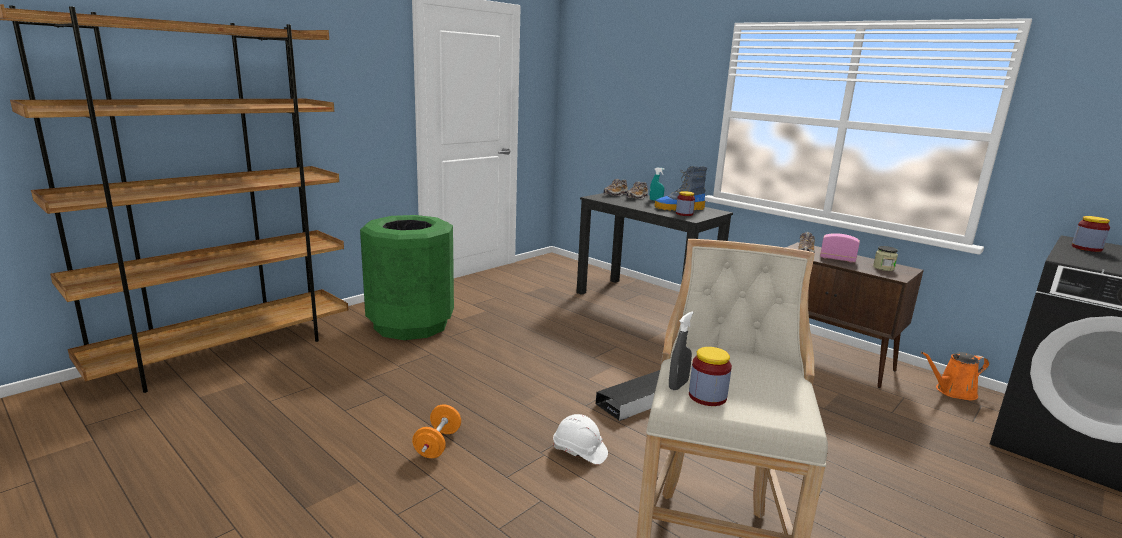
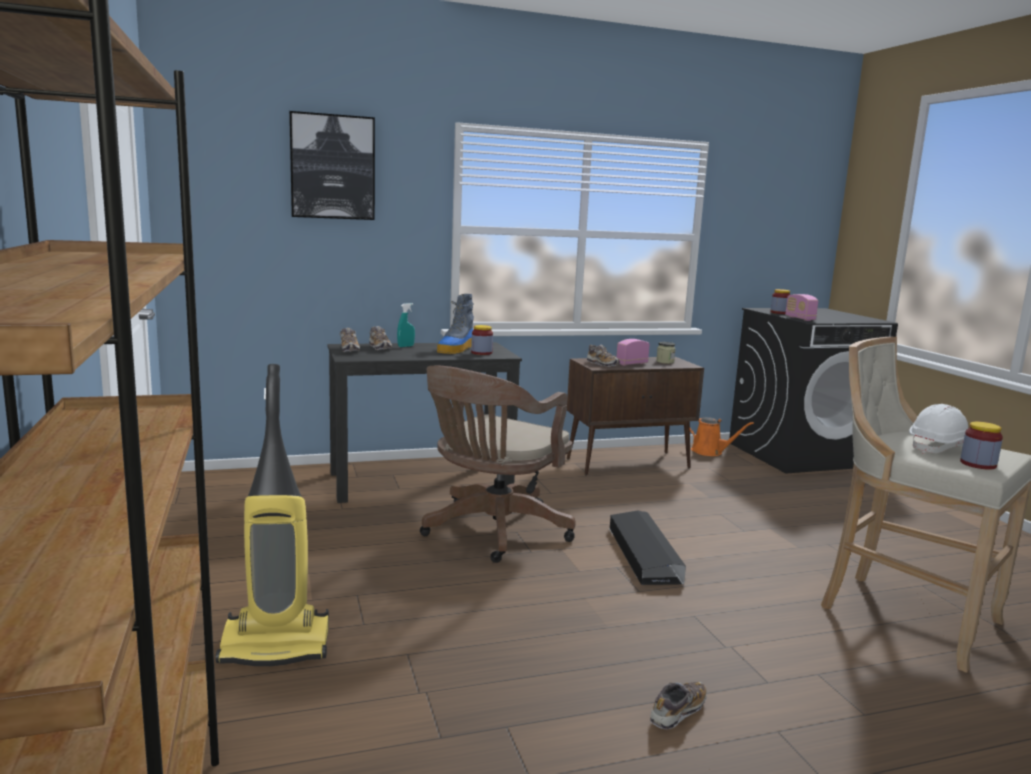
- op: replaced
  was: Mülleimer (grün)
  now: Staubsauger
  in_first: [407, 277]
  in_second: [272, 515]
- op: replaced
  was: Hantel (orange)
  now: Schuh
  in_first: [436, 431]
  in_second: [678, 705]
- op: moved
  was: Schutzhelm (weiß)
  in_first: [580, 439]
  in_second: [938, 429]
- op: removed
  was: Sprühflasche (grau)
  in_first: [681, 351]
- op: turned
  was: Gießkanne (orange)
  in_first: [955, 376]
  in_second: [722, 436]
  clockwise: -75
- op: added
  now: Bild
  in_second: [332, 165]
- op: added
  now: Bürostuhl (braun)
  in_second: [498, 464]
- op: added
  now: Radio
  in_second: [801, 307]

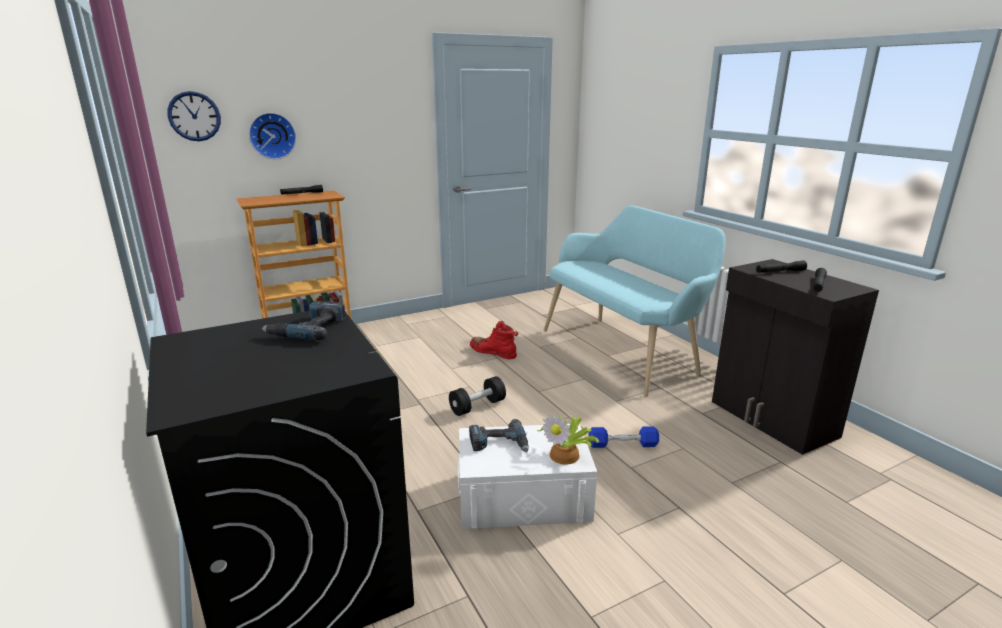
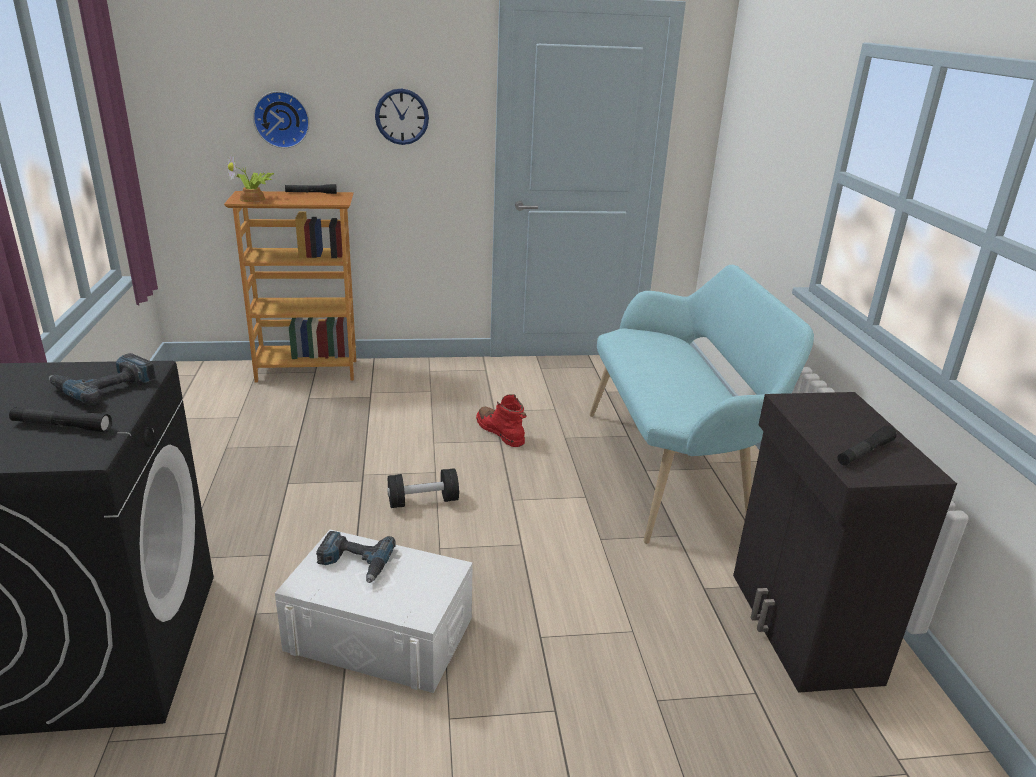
- op: moved
  was: Wanduhr
  in_first: [194, 116]
  in_second: [402, 116]
- op: moved
  was: Topfpflanze
  in_first: [568, 439]
  in_second: [250, 177]
- op: removed
  was: Hantel (blau)
  in_first: [623, 437]
- op: moved
  was: Taschenlampe (schwarz)
  in_first: [781, 266]
  in_second: [60, 419]

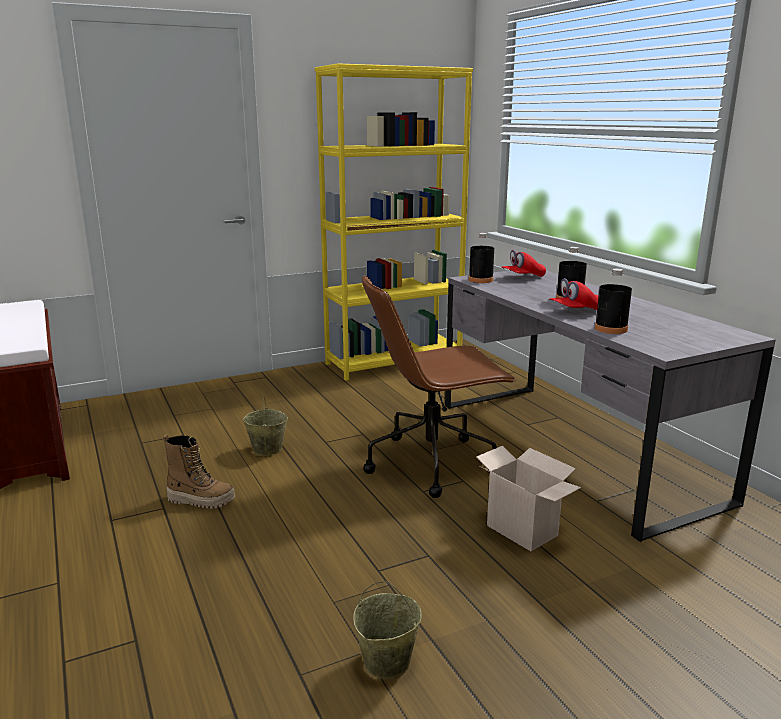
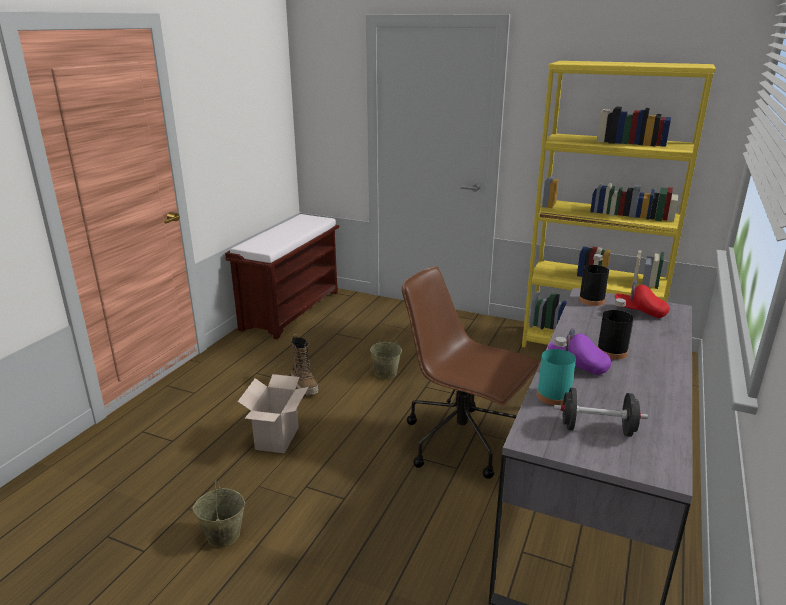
- op: moved
  was: Karton
  in_first: [529, 498]
  in_second: [273, 413]
- op: recoloured
  was: Kappe (rot)
  now: Kappe (lila)
  in_first: [574, 294]
  in_second: [579, 351]
- op: recoloured
  was: Flasche (schwarz)
  now: Flasche (türkis)
  in_first: [613, 301]
  in_second: [556, 371]
- op: added
  now: Hantel (schwarz)
  in_second: [601, 412]

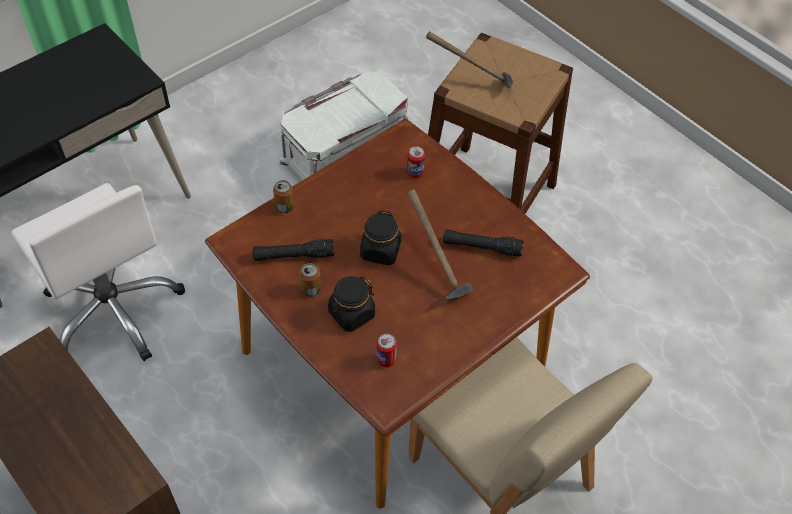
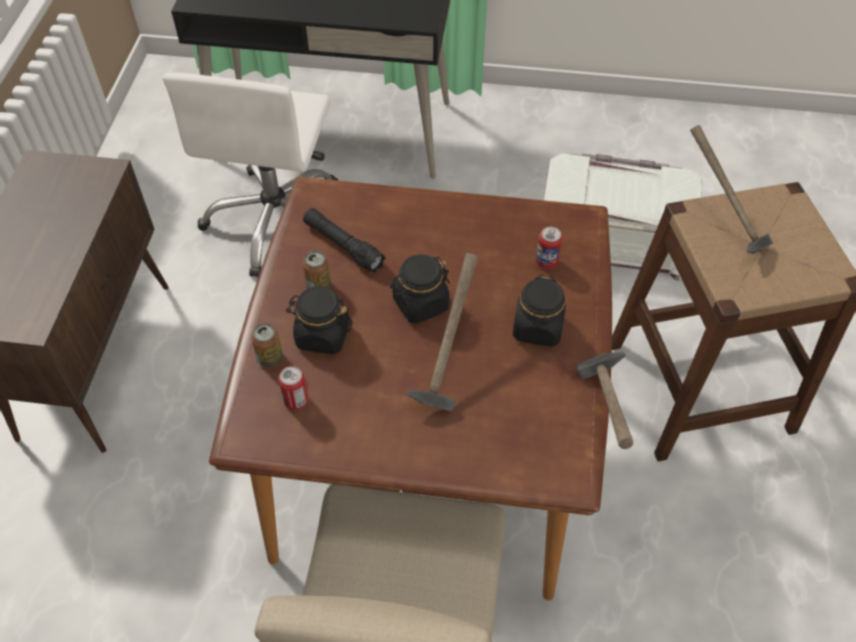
- op: moved
  was: Dose
  in_first: [283, 196]
  in_second: [267, 345]
- op: removed
  was: Taschenlampe (schwarz)
  in_first: [483, 243]
- op: added
  now: Vorratsglas (schwarz)
  in_second: [539, 311]
- op: added
  now: Hammer
  in_second: [605, 400]

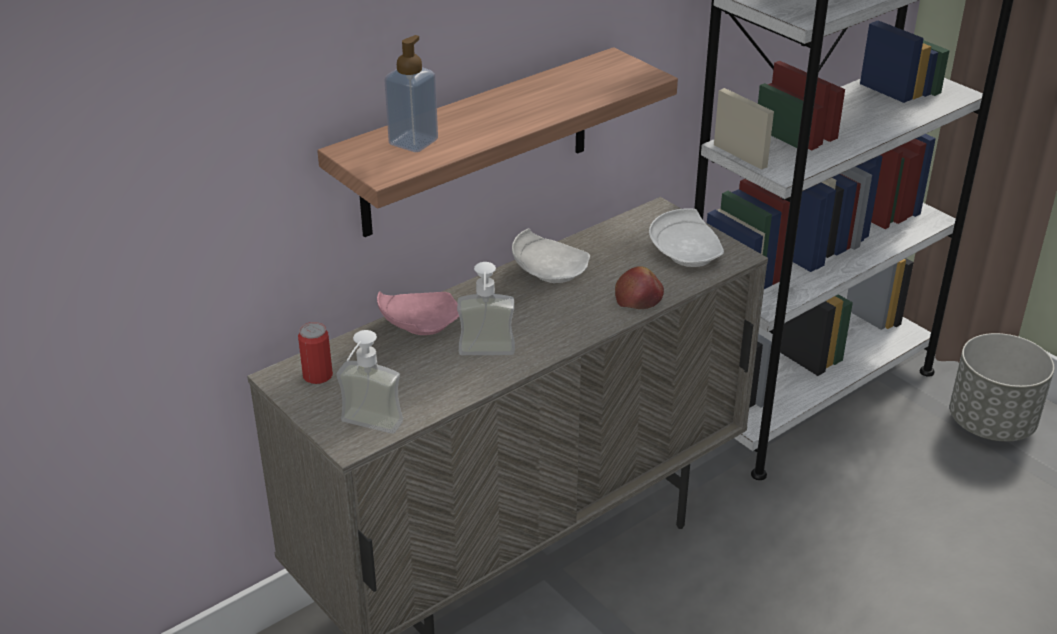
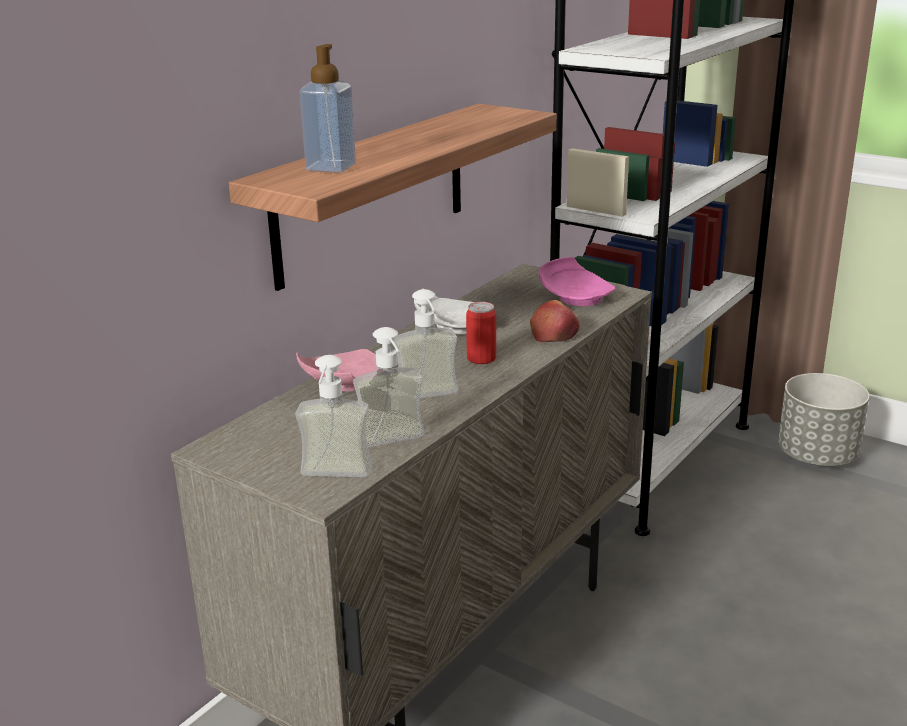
- op: moved
  was: Dose
  in_first: [315, 353]
  in_second: [481, 333]
- op: recoloured
  was: Teller (weiß)
  now: Teller (rosa)
  in_first: [686, 237]
  in_second: [577, 281]
- op: added
  now: Seifenspender
  in_second: [389, 387]

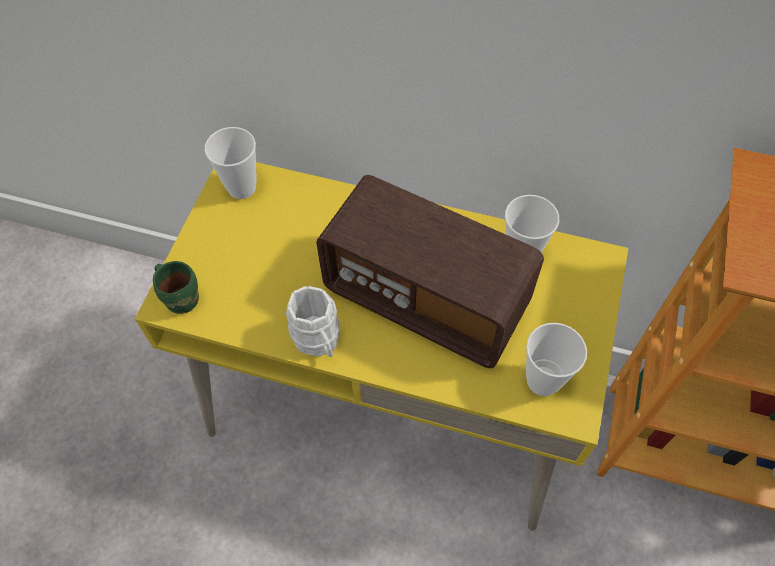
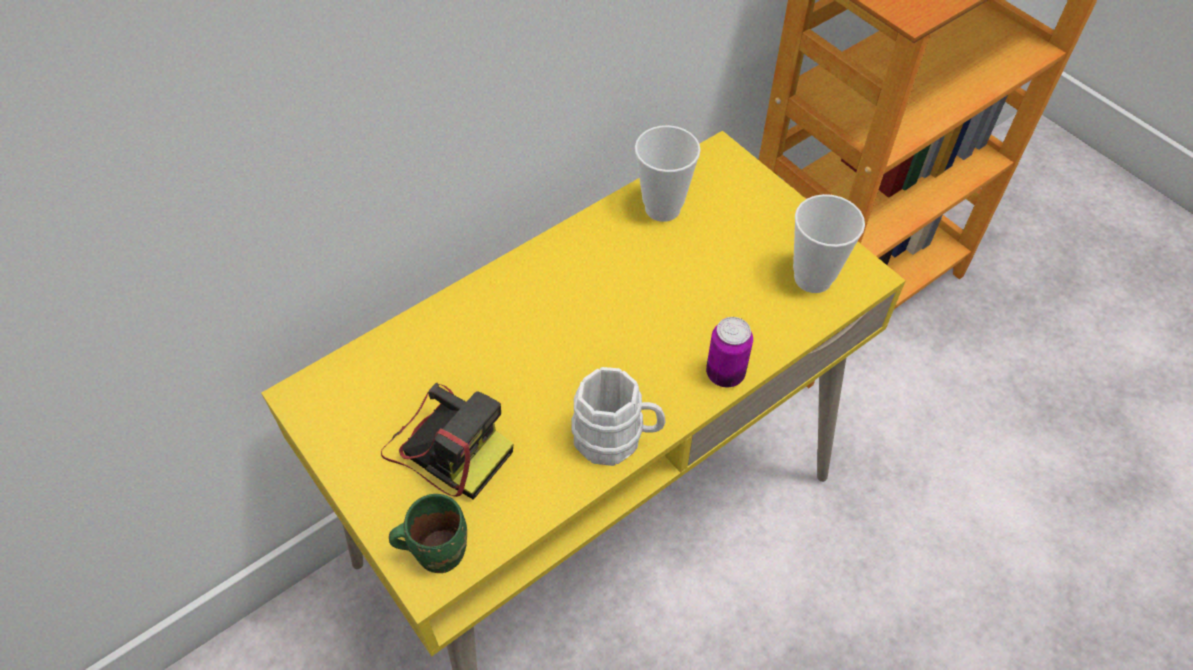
- op: removed
  was: Tasse
  in_first: [231, 163]
- op: removed
  was: Radio
  in_first: [430, 271]
- op: added
  now: Kamera
  in_second: [447, 441]
- op: added
  now: Dose
  in_second: [729, 352]

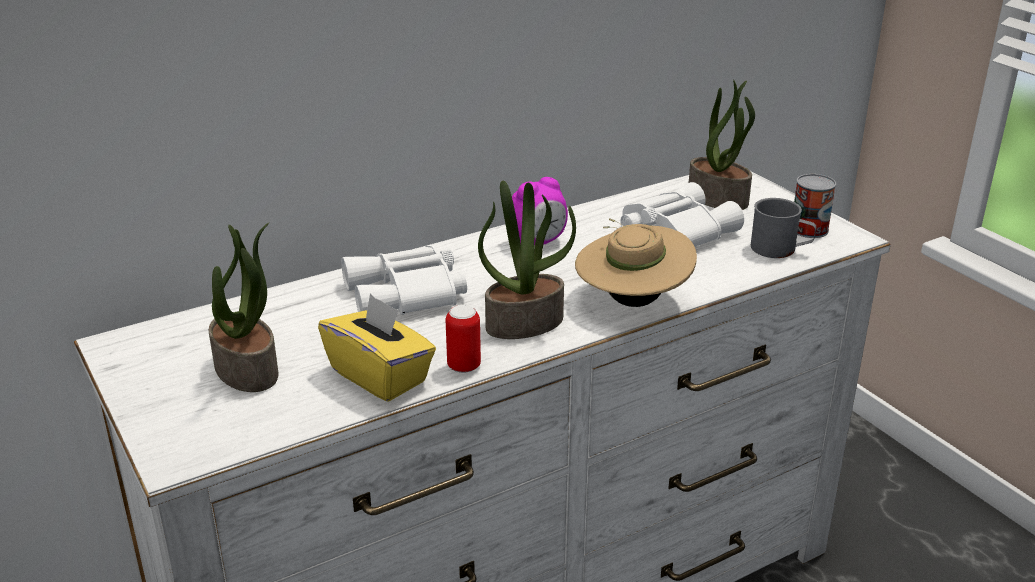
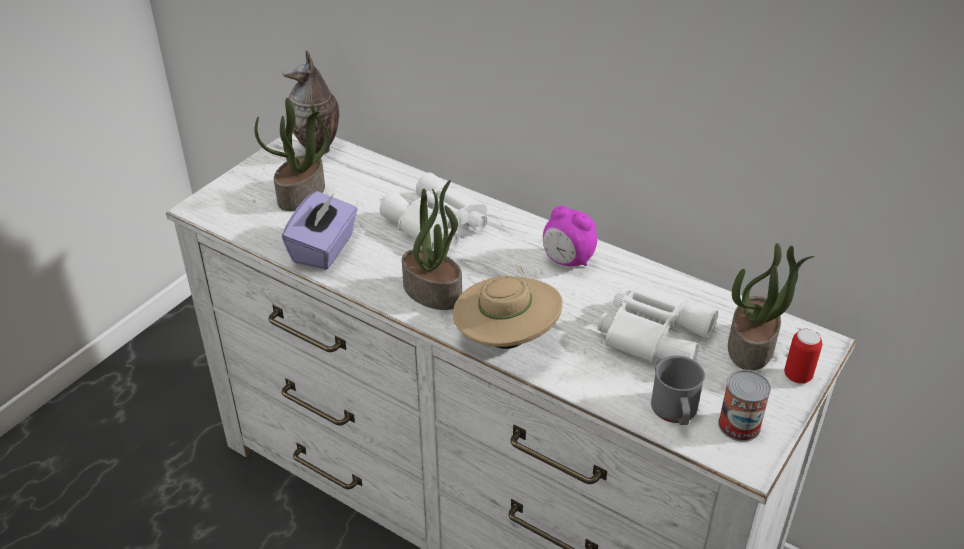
- op: recoloured
  was: Taschentuchbox (gelb)
  now: Taschentuchbox (lila)
  in_first: [377, 347]
  in_second: [320, 230]
- op: moved
  was: Dose
  in_first: [463, 339]
  in_second: [803, 356]
- op: added
  now: Vase
  in_second: [311, 102]

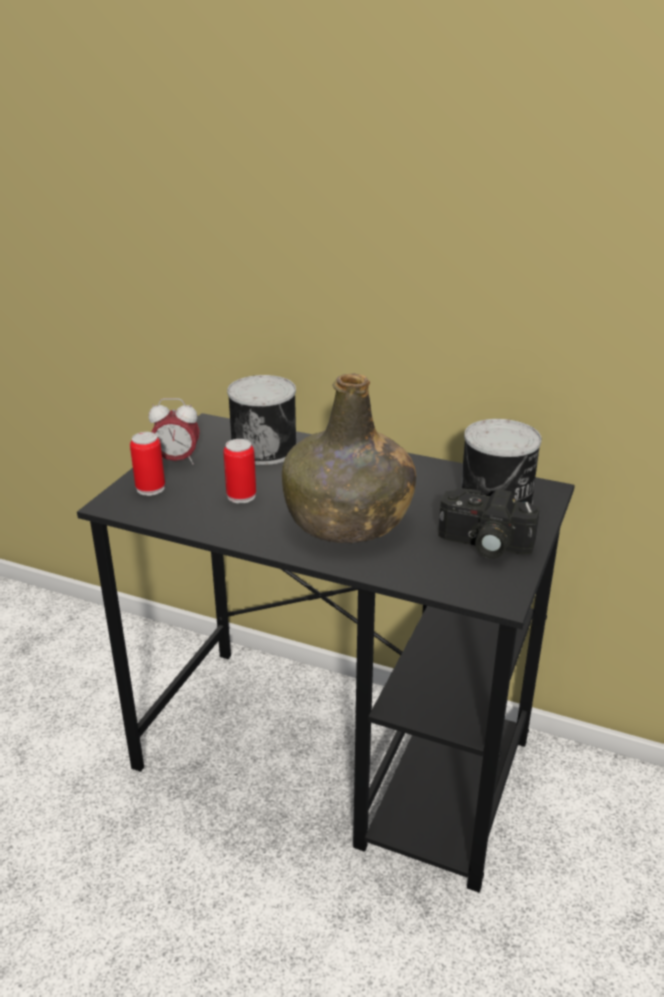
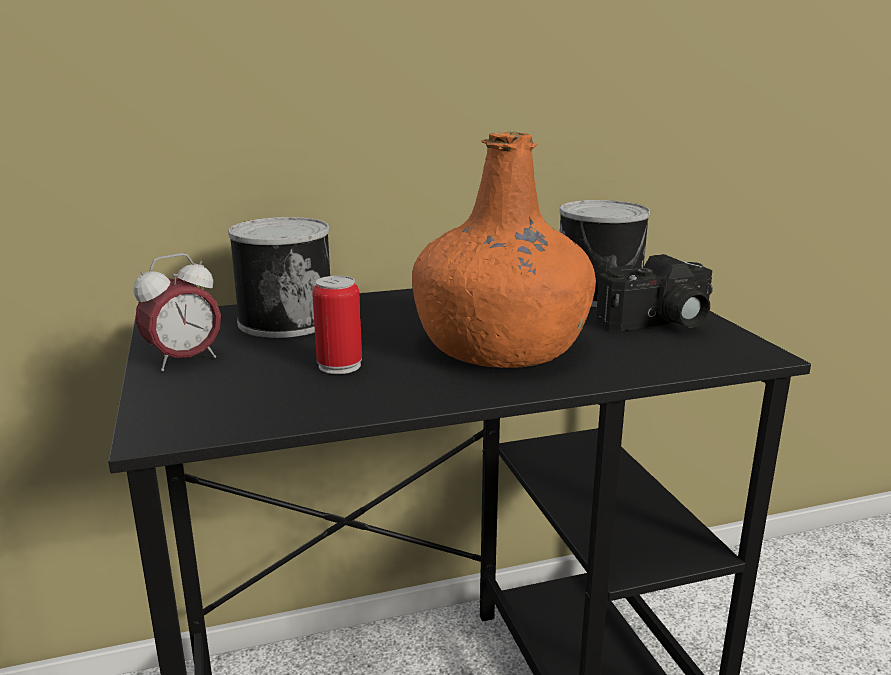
- op: removed
  was: Dose
  in_first: [147, 464]
- op: recoloured
  was: Flasche (grün)
  now: Flasche (orange)
  in_first: [349, 458]
  in_second: [504, 250]

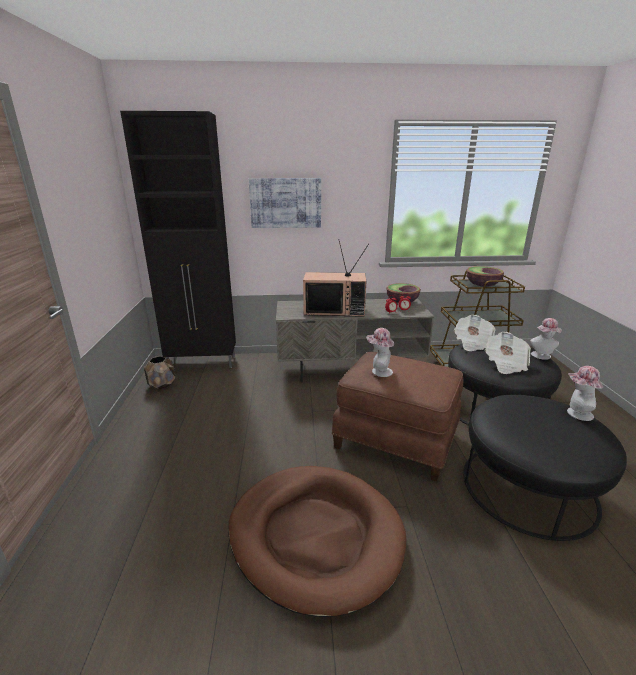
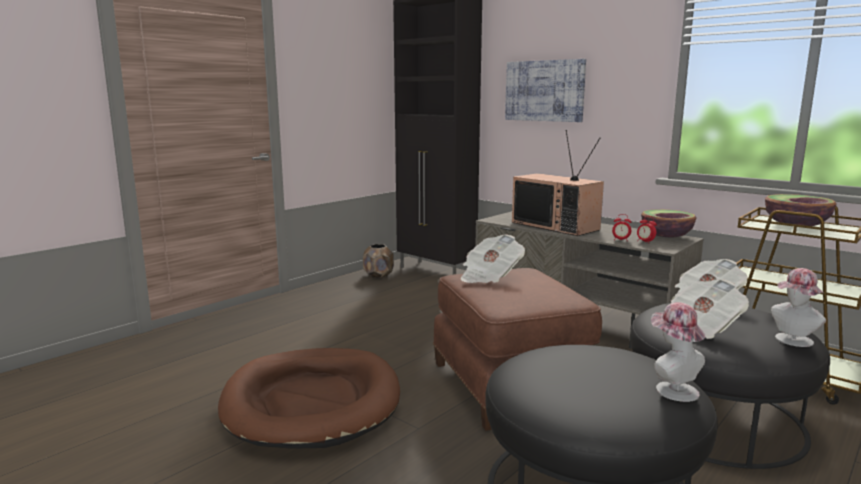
- op: replaced
  was: Hut
  now: Zeitung
  in_first: [380, 352]
  in_second: [492, 259]

